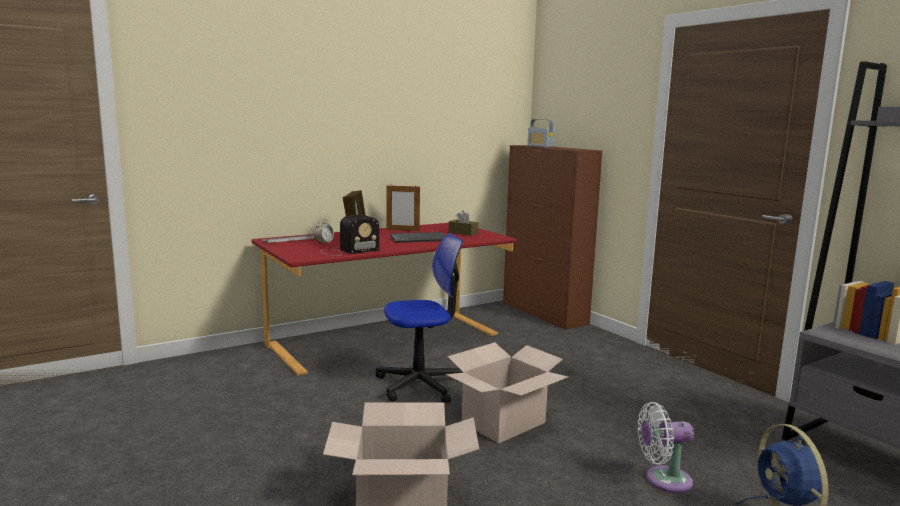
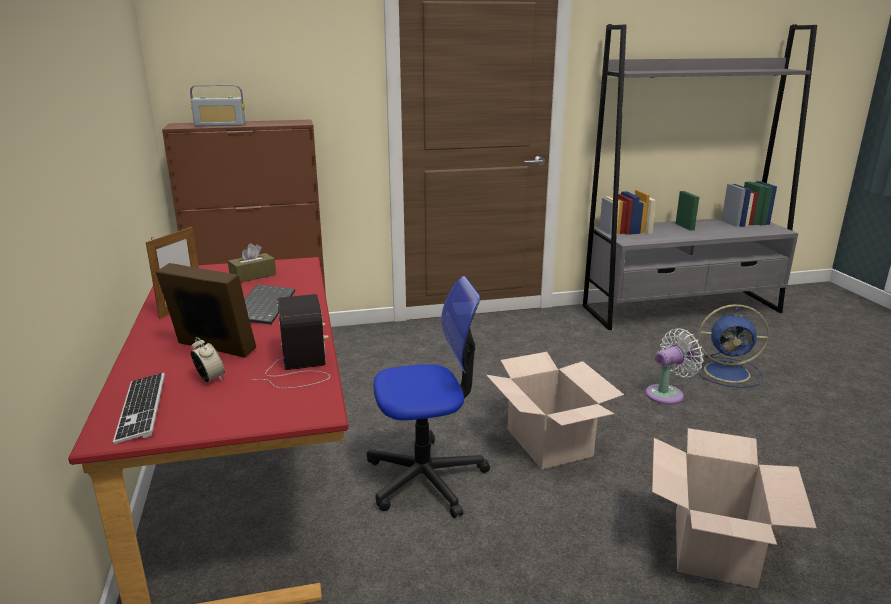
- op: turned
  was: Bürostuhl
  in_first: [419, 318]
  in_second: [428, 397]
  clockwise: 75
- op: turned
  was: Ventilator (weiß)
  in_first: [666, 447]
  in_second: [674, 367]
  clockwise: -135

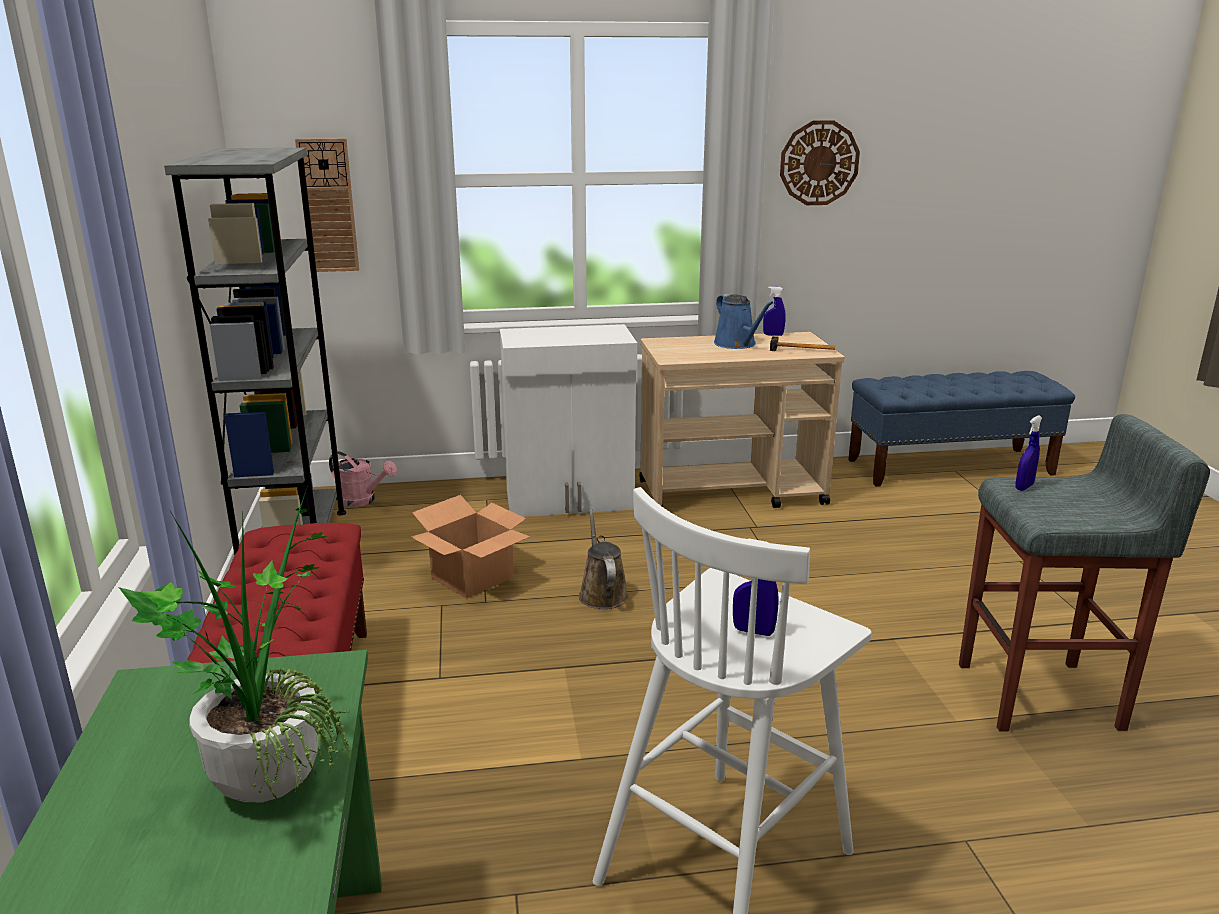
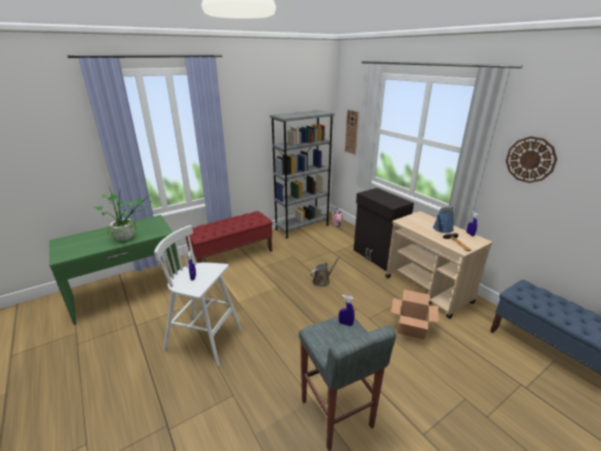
- op: moved
  was: Karton
  in_first: [470, 547]
  in_second: [415, 315]
- op: recoloured
  was: Schrank (weiß)
  now: Schrank (schwarz)
  in_first: [568, 420]
  in_second: [384, 229]

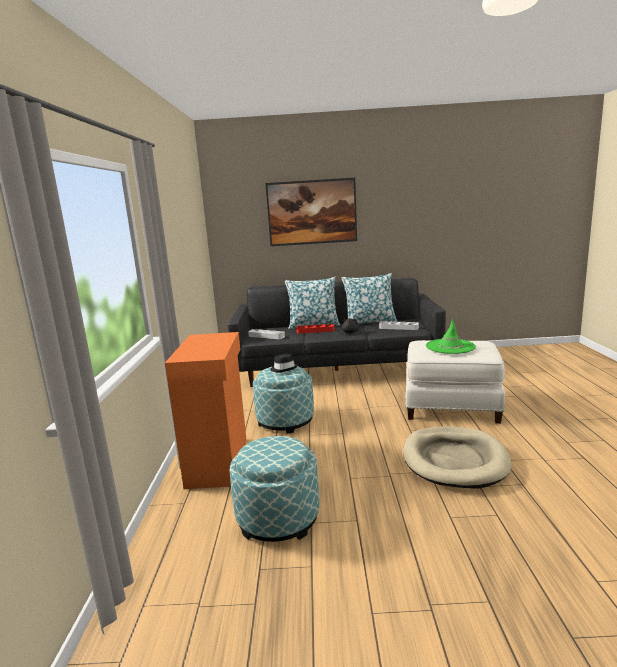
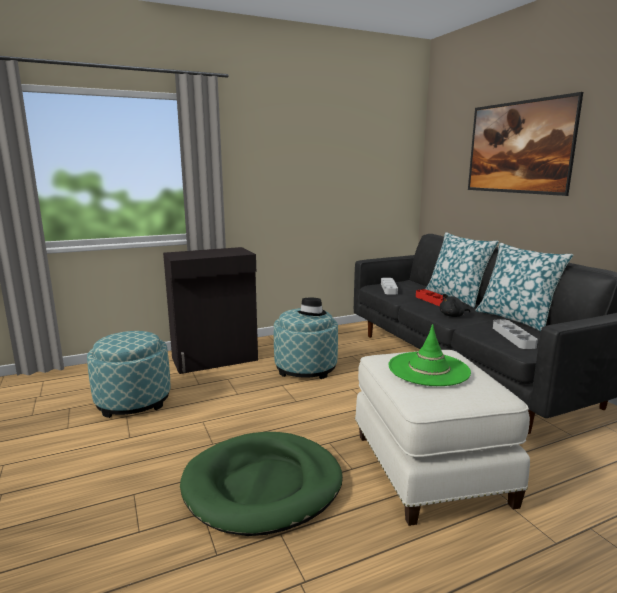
- op: recoloured
  was: Schrank (orange)
  now: Schrank (schwarz)
  in_first: [205, 410]
  in_second: [210, 310]
- op: recoloured
  was: Hundebett (beige)
  now: Hundebett (grün)
  in_first: [457, 458]
  in_second: [261, 484]

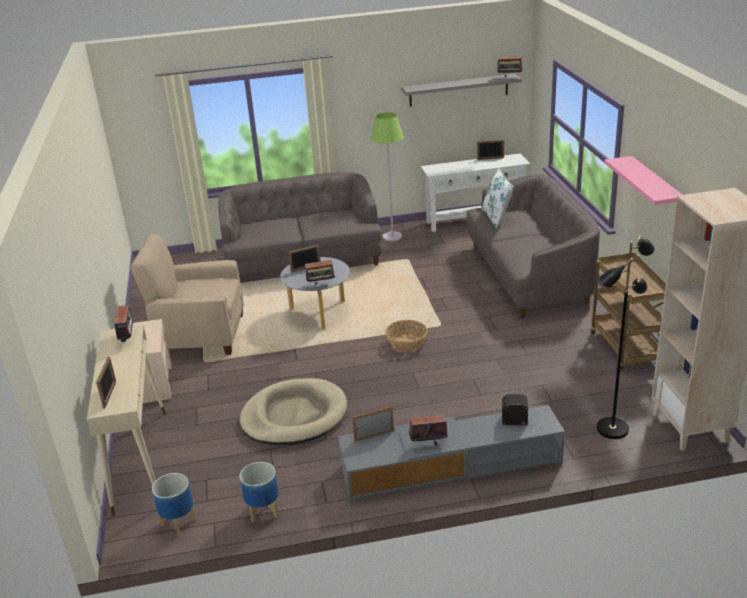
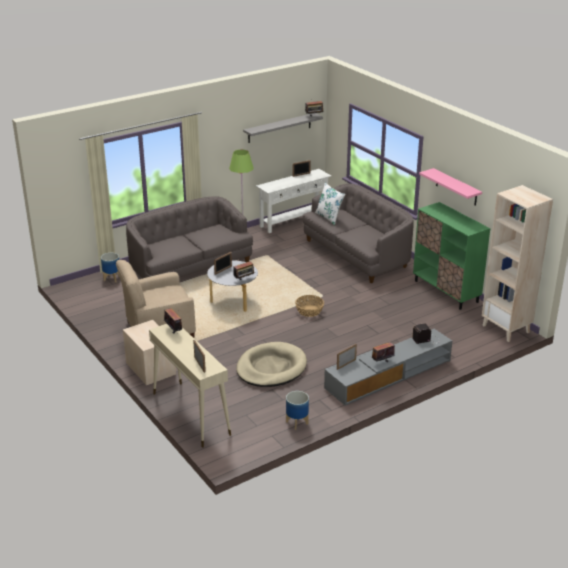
- op: moved
  was: Pflanzkübel
  in_first: [174, 504]
  in_second: [110, 268]
- op: replaced
  was: Rollwagen (braun)
  now: Schrank (grün)
  in_first: [628, 311]
  in_second: [451, 256]
- op: removed
  was: Stehlampe (schwarz)
  in_first: [625, 337]

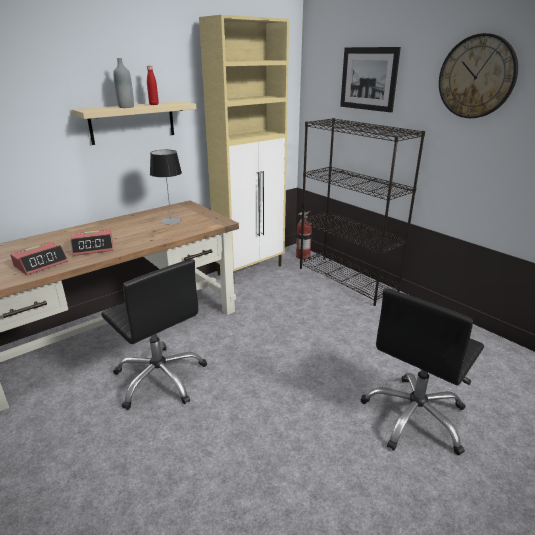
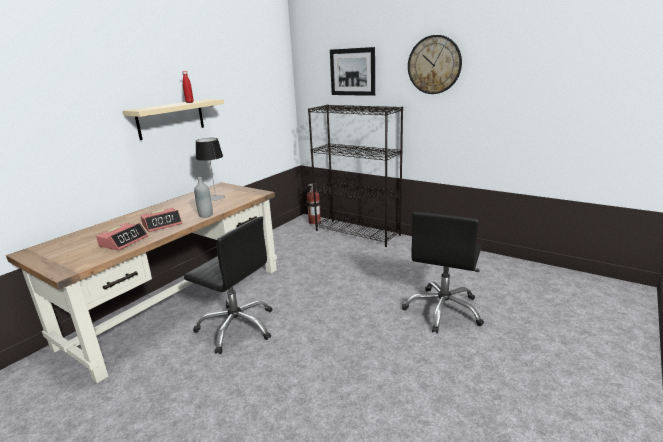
- op: moved
  was: Flasche (grau)
  in_first: [123, 83]
  in_second: [203, 197]
- op: removed
  was: Schrank (beige)
  in_first: [244, 145]

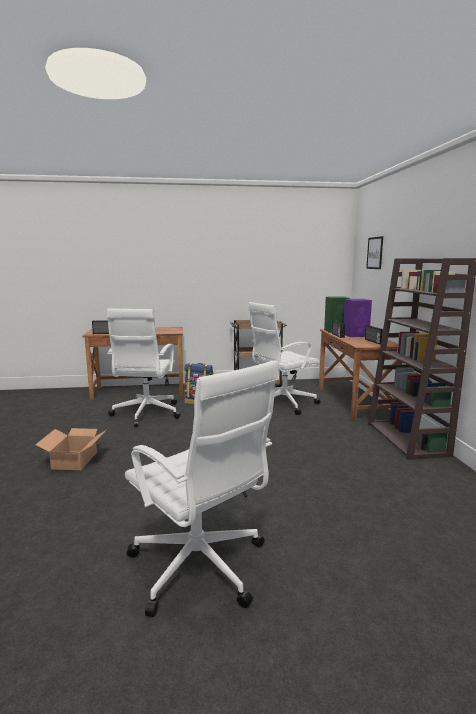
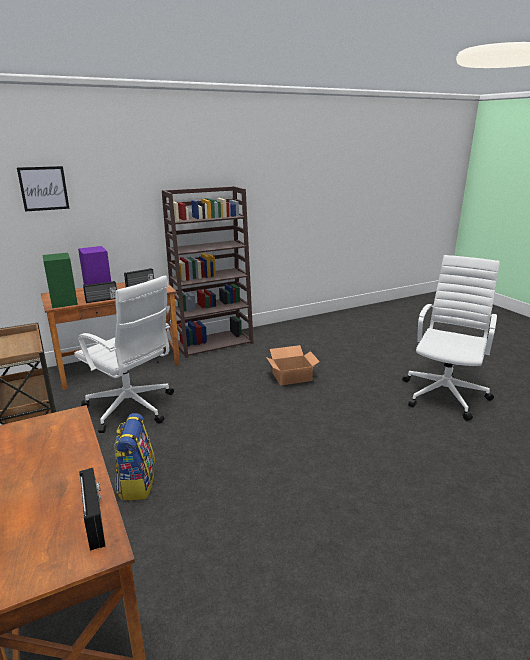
- op: moved
  was: Karton
  in_first: [71, 449]
  in_second: [293, 365]
- op: removed
  was: Bürostuhl (weiß)
  in_first: [144, 367]

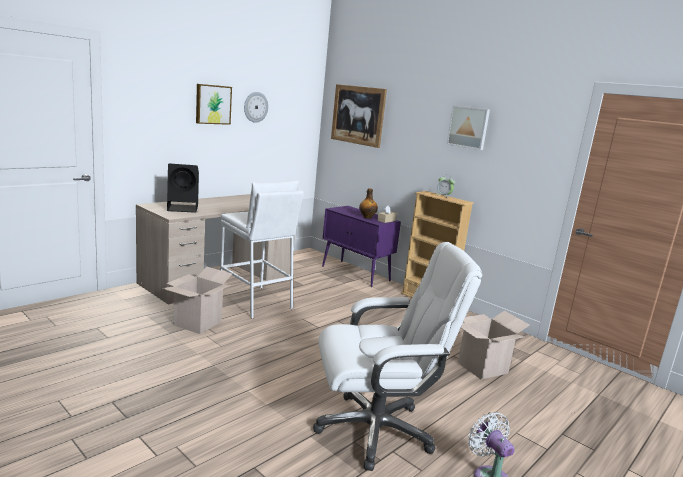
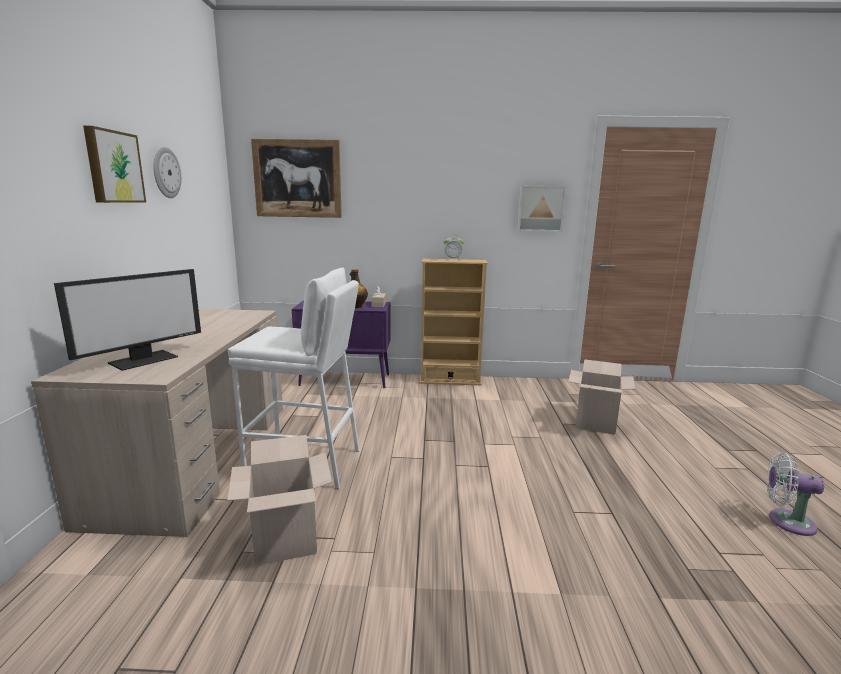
- op: replaced
  was: Lautsprecher (schwarz)
  now: Monitor
  in_first: [183, 188]
  in_second: [127, 320]
- op: removed
  was: Bürostuhl (weiß)
  in_first: [397, 356]
- op: moved
  was: Bild
  in_first: [468, 128]
  in_second: [541, 209]

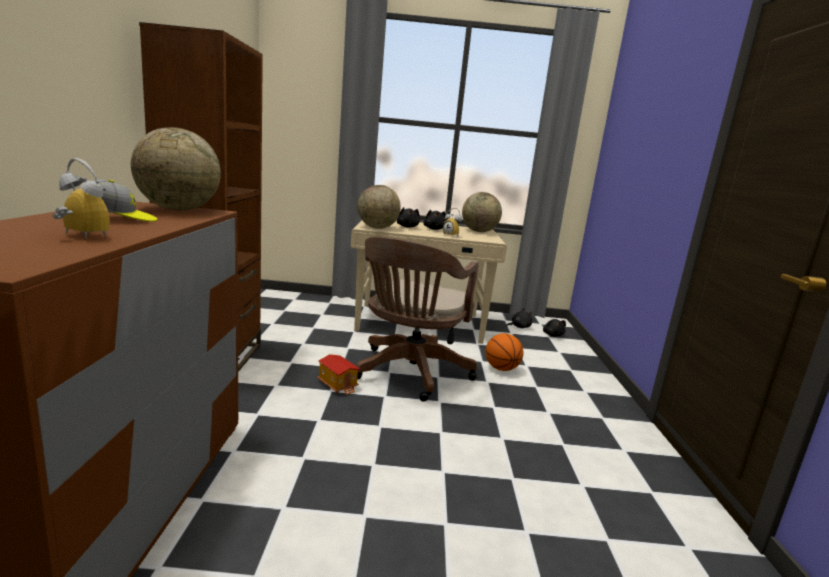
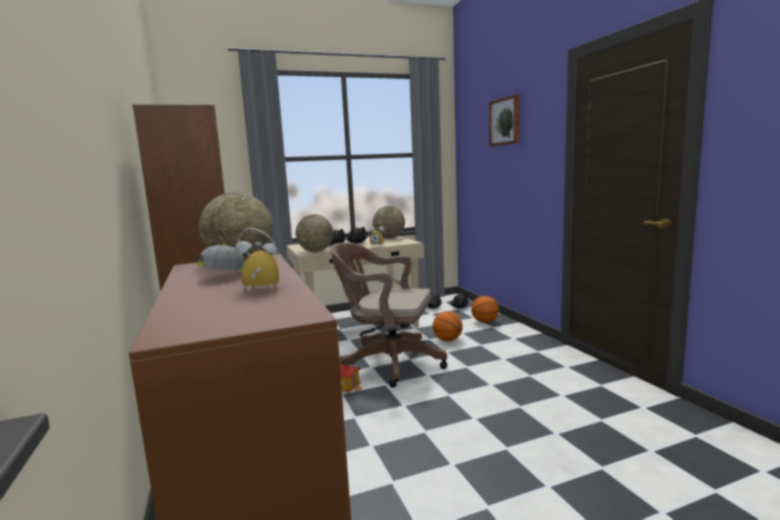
- op: turned
  was: Bürostuhl (braun)
  in_first: [417, 319]
  in_second: [389, 315]
  clockwise: 105
- op: added
  now: Basketball
  in_second: [485, 309]
- op: added
  now: Bild
  in_second: [504, 120]

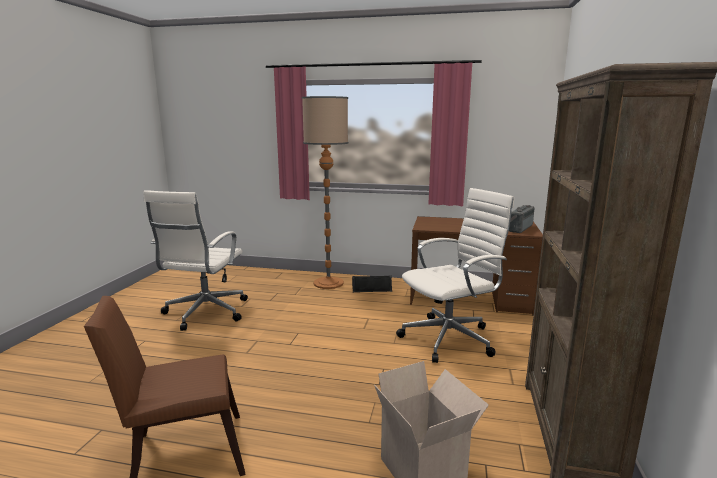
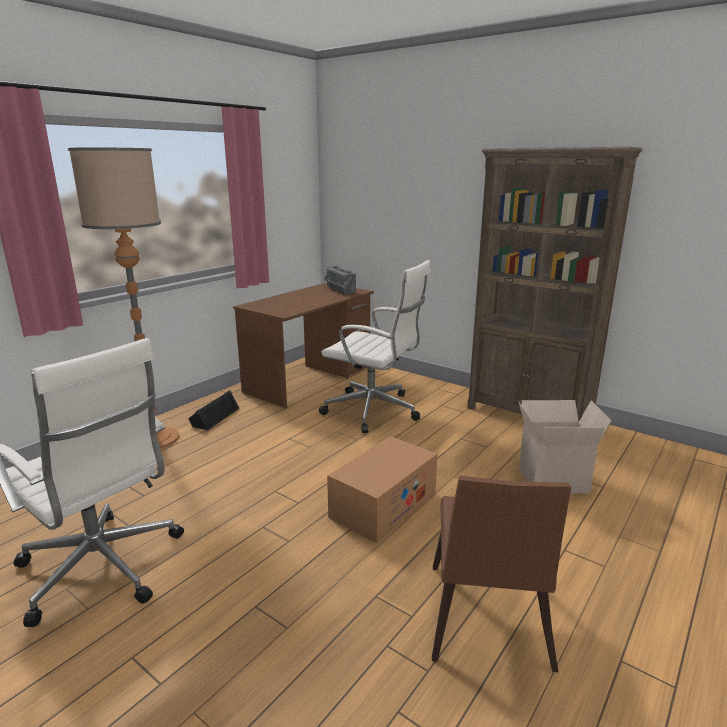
- op: turned
  was: Bürostuhl (weiß)
  in_first: [455, 275]
  in_second: [375, 346]
  clockwise: 120
- op: added
  now: Karton
  in_second: [382, 489]

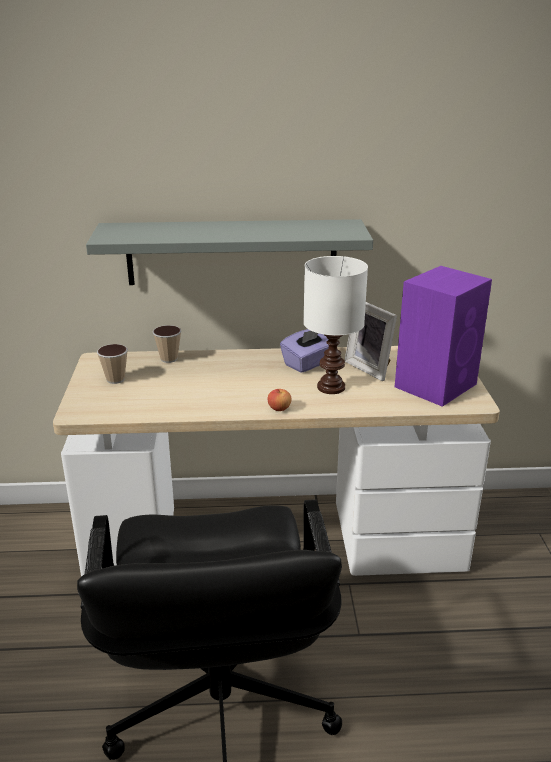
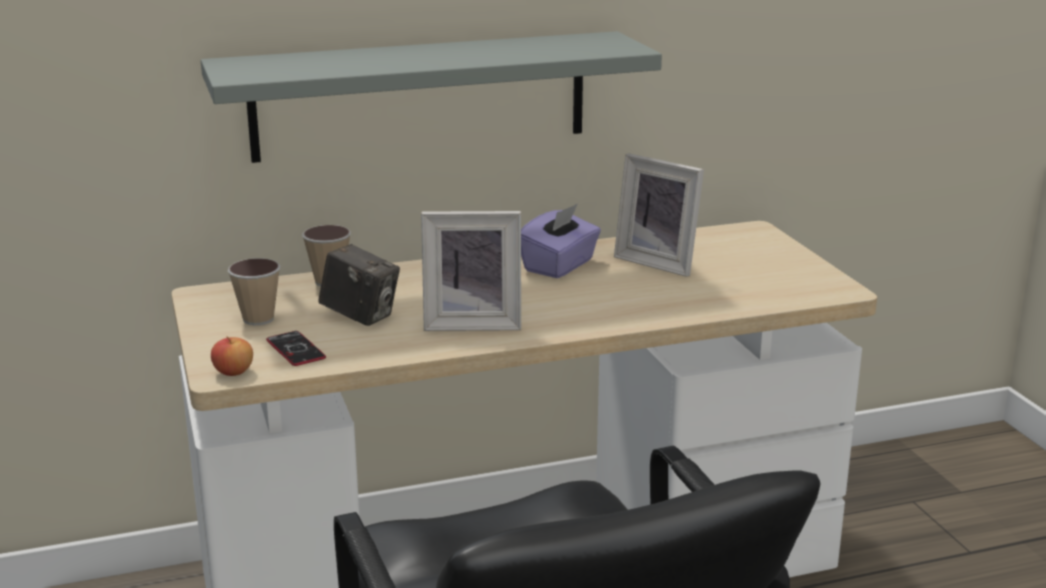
- op: moved
  was: Apfel
  in_first: [279, 400]
  in_second: [232, 356]
- op: removed
  was: Tischlampe (weiß)
  in_first: [335, 325]
- op: removed
  was: Lautsprecher (lila)
  in_first: [443, 336]
- op: added
  now: Handy
  in_second: [296, 348]
- op: added
  now: Kamera
  in_second: [359, 285]
- op: added
  now: Bilderrahmen
  in_second: [471, 271]

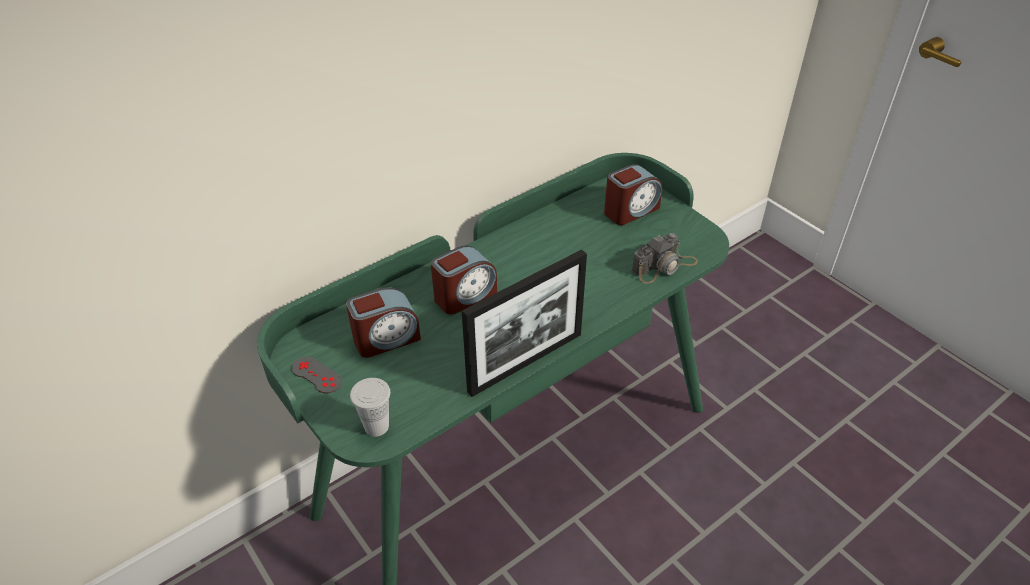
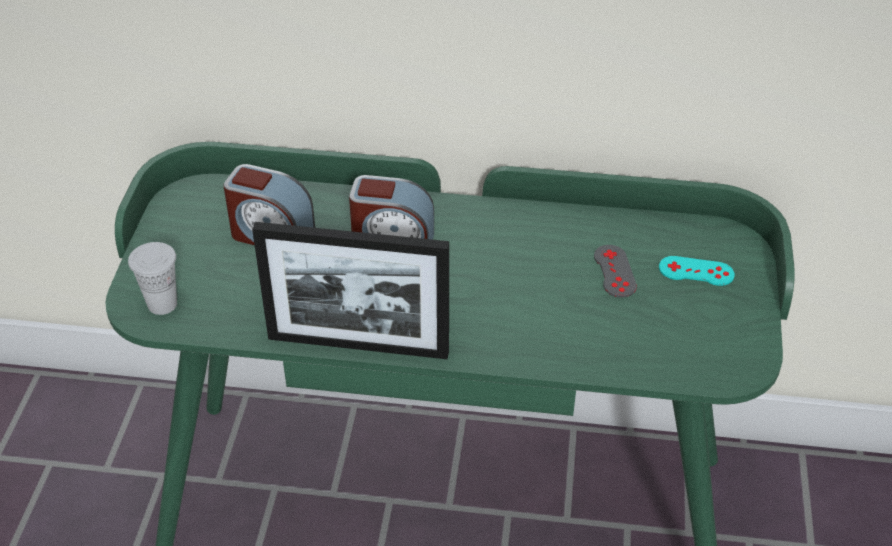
- op: moved
  was: Gamepad (grau)
  in_first: [317, 375]
  in_second: [615, 271]
- op: replaced
  was: Wecker
  now: Gamepad (türkis)
  in_first: [633, 194]
  in_second: [697, 271]
- op: removed
  was: Kamera
  in_first: [665, 258]

